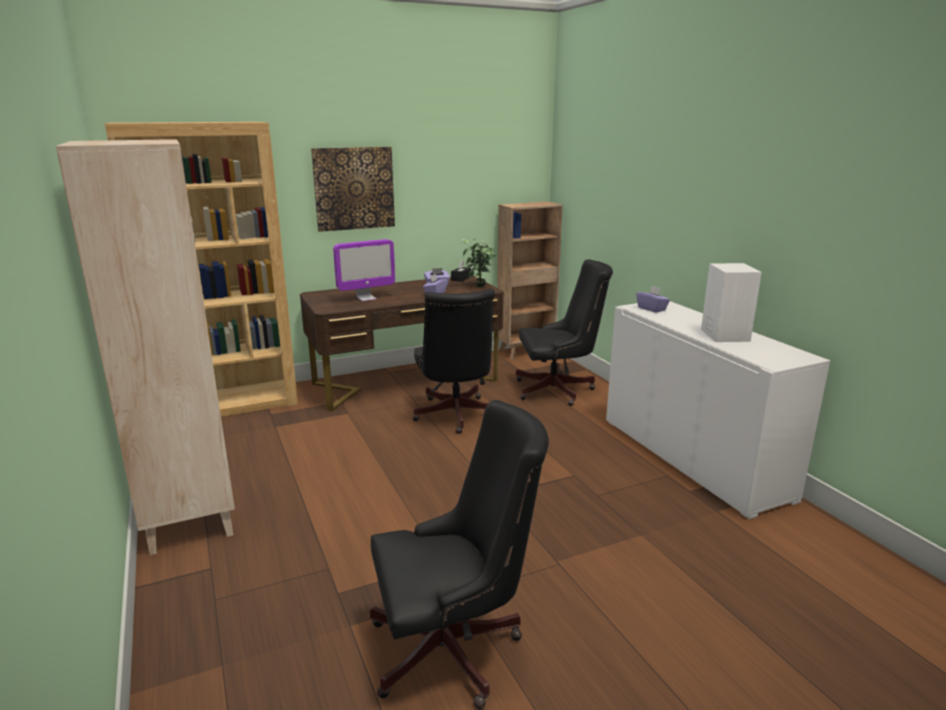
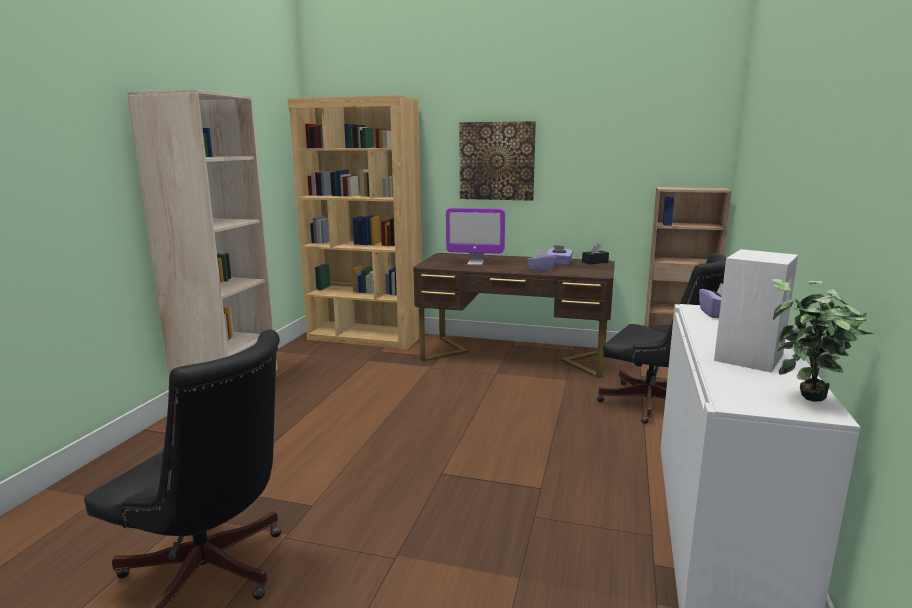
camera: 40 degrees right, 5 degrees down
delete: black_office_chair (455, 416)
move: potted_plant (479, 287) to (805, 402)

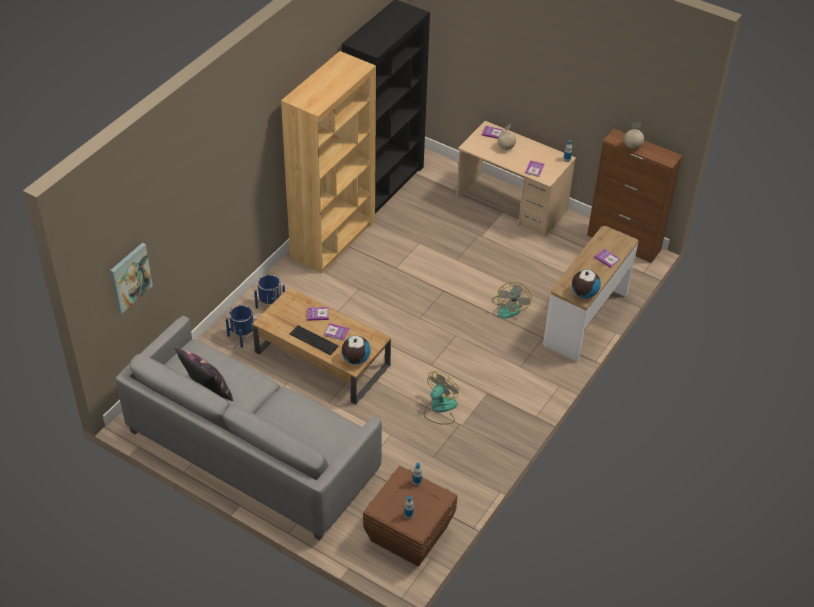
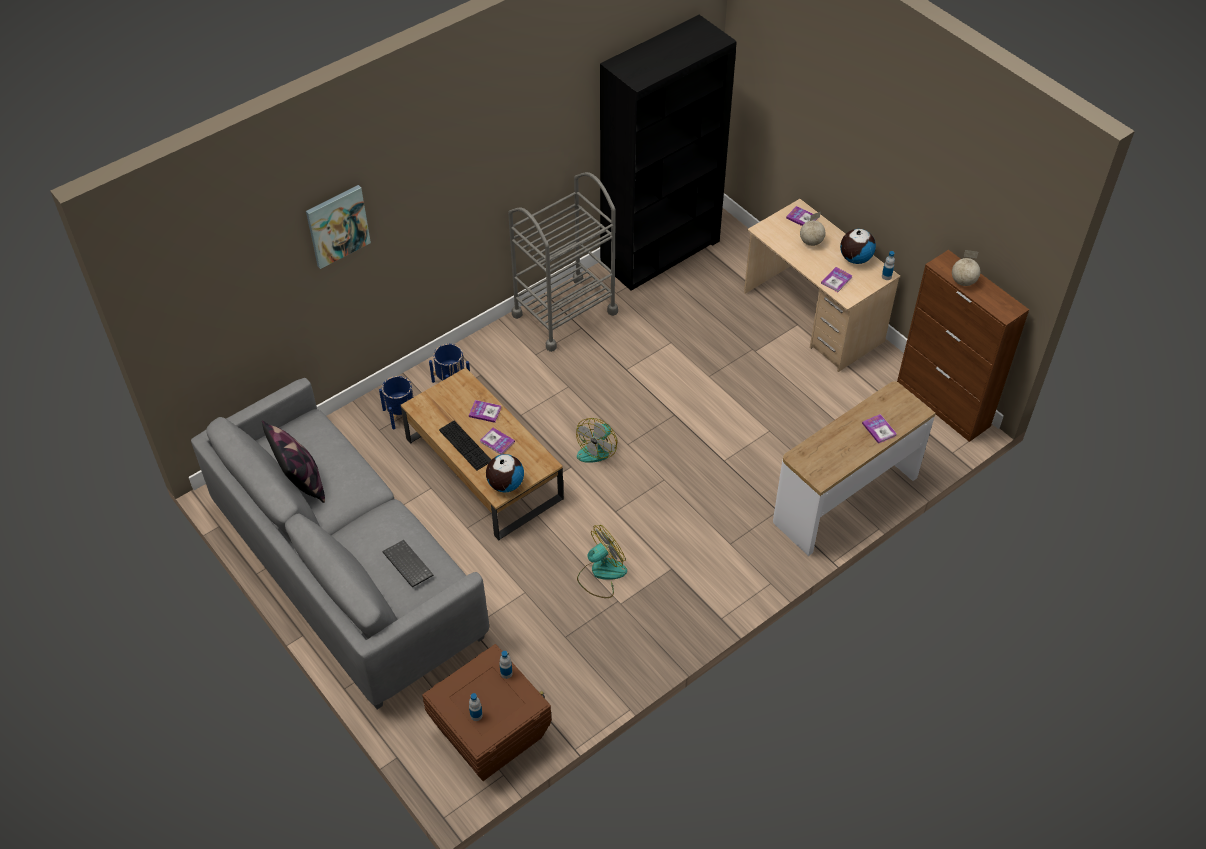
camera: 20 degrees right, 5 degrees up
insert: keyboard (406, 564)
move: picture (130, 277) to (337, 225); fan (510, 307) to (598, 448); globe (584, 293) to (855, 258)
replace: brown_bookcase (333, 239) to grey_cart (564, 313)

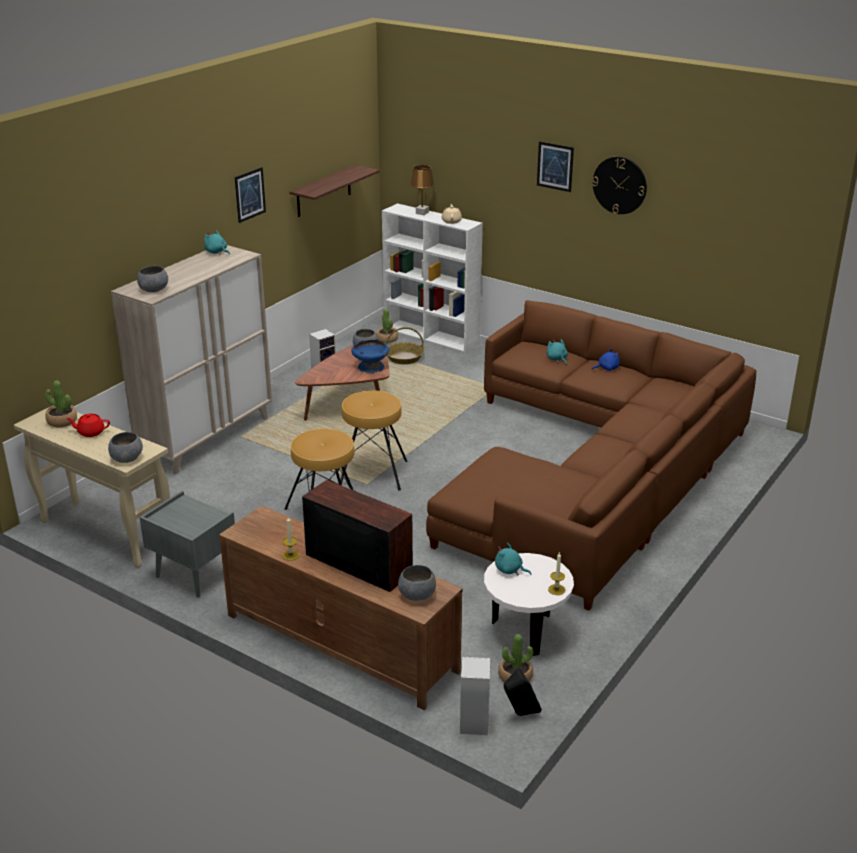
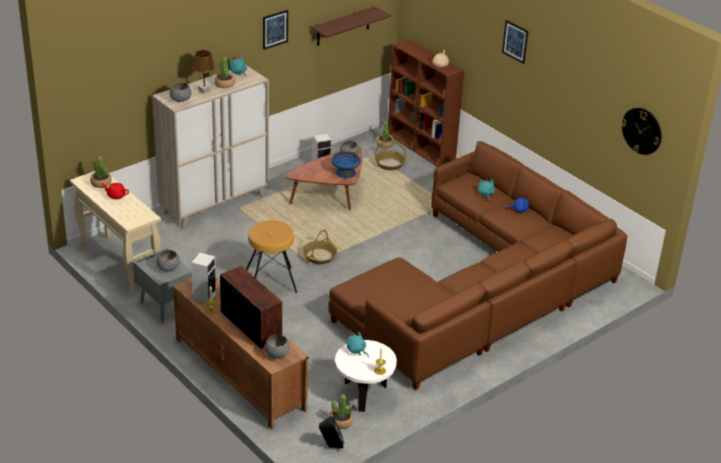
camera: 15 degrees right, 5 degrees up
insert: potted_plant (224, 84)
move: grey_bowl (126, 459) to (168, 268); brown_table_lamp (422, 213) to (204, 91); speaker (473, 722) to (204, 296); wall_clock (619, 185) to (642, 130)
replace: brown_stool (373, 473) to basket (319, 256)
recolor: white_bookcase (432, 336) to brown_bookcase (421, 148)

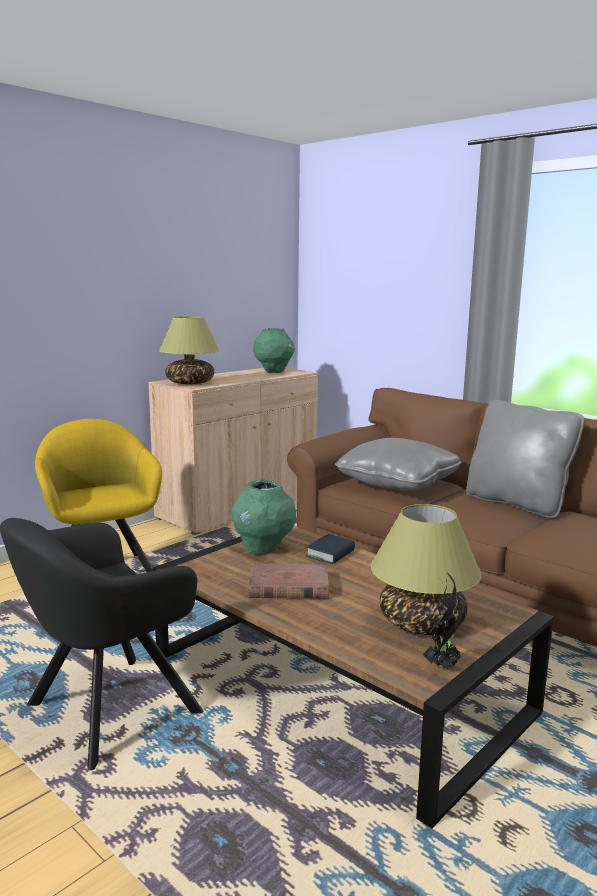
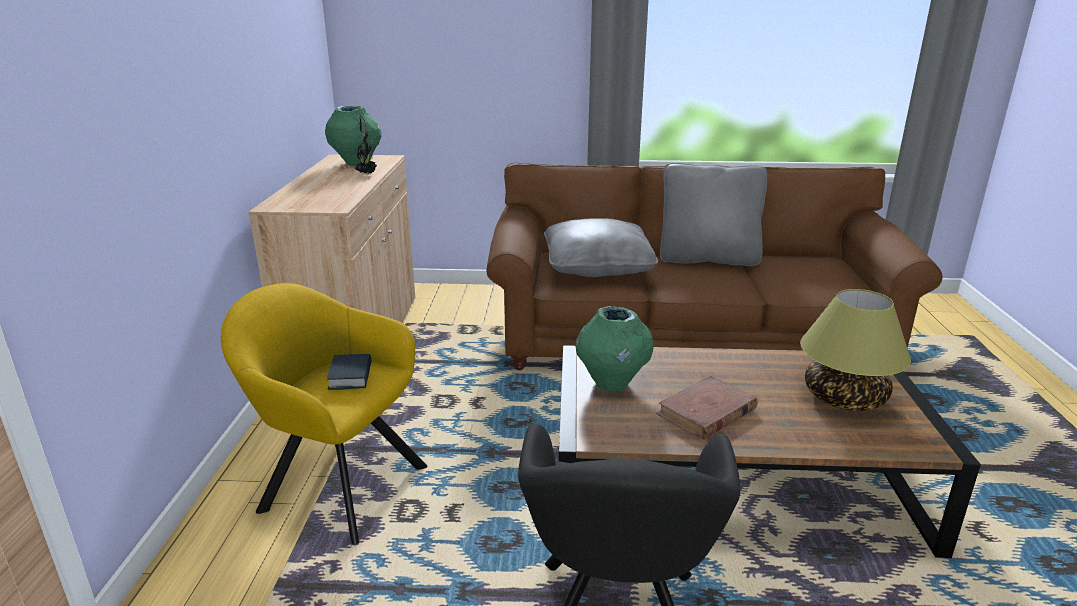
camera: 40 degrees left, 10 degrees up
delete: table_lamp (189, 383)
move: book (330, 554) to (351, 376); potted_plant (443, 666) to (367, 175)

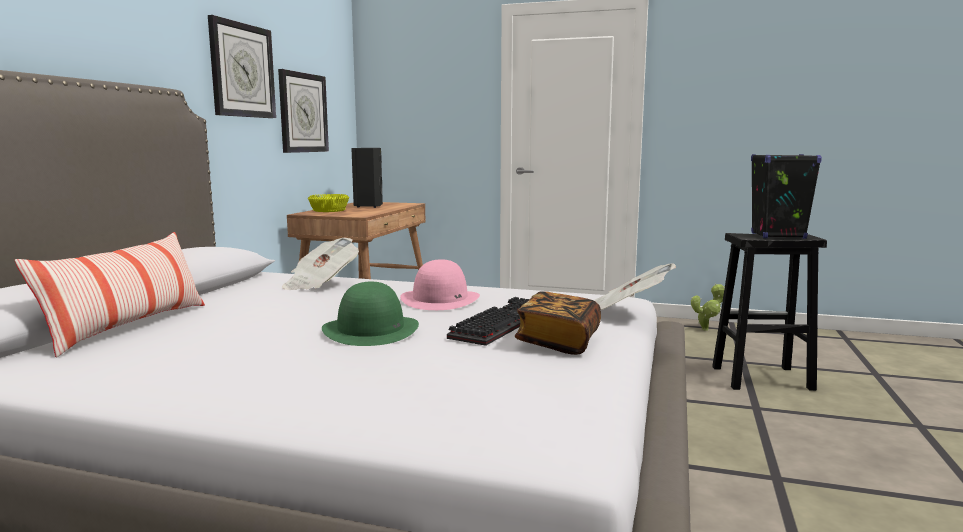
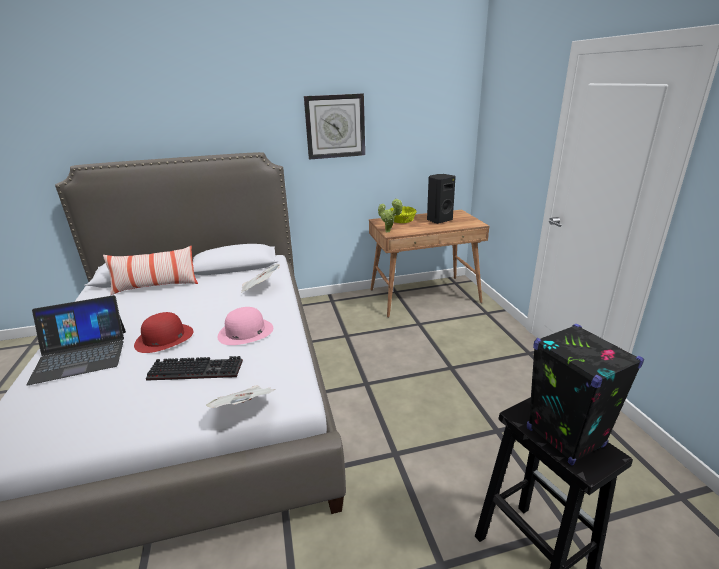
camera: 60 degrees right, 15 degrees up
delete: wall_clock (303, 113); book (558, 341)
insert: laptop (81, 355)
move: potted_plant (707, 329) to (389, 231)
recolor: green_hat (371, 330) to red_hat (164, 338)

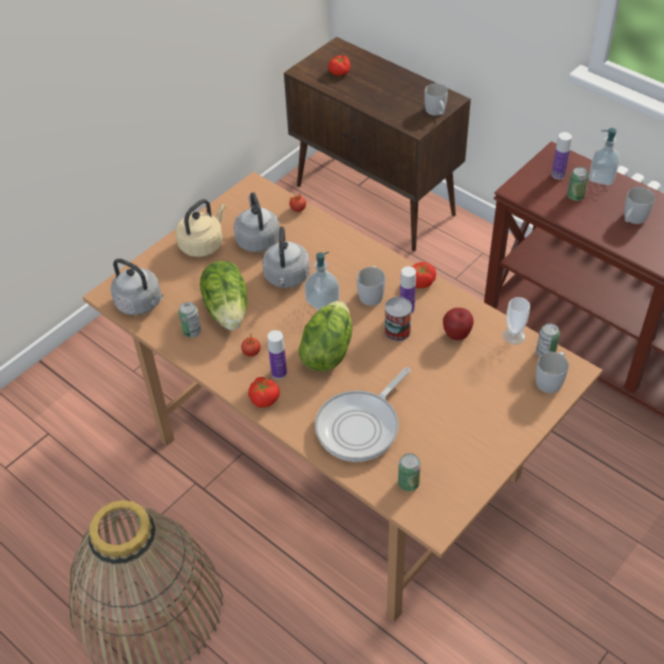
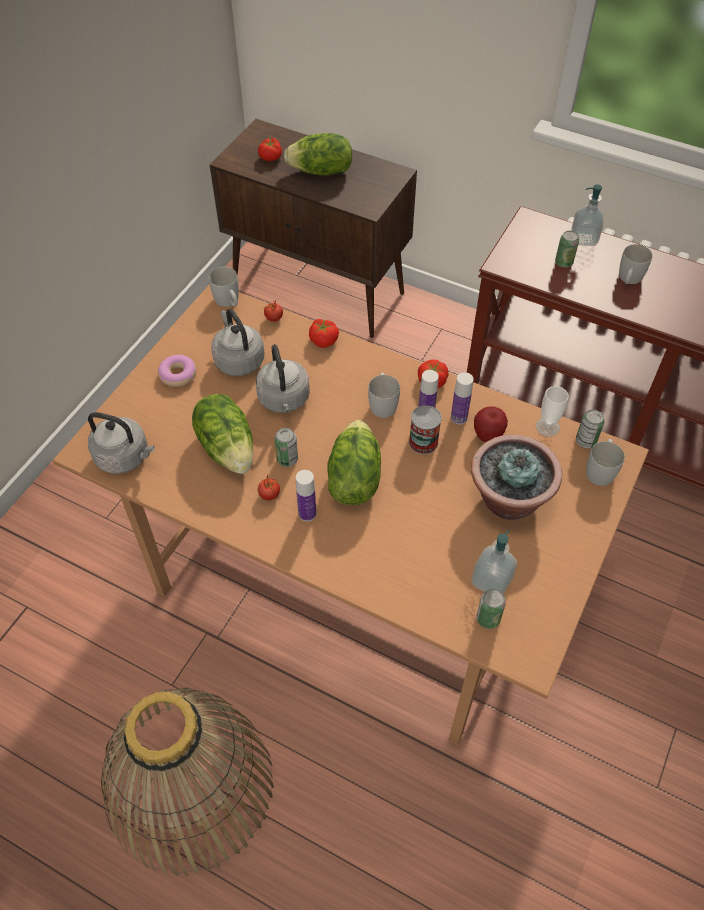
camera: 15 degrees left, 5 degrees up
delete: frying_pan (361, 426)
insert: lettuce (321, 172); potted_plant (508, 500)
move: can (192, 331) to (287, 459); tomato (264, 398) to (324, 340); soap_dispenser (322, 301) to (491, 581); white_mug (436, 112) to (229, 302); bottle (558, 175) to (459, 418)
replace: beige_kettle (203, 244) to donut (178, 375)

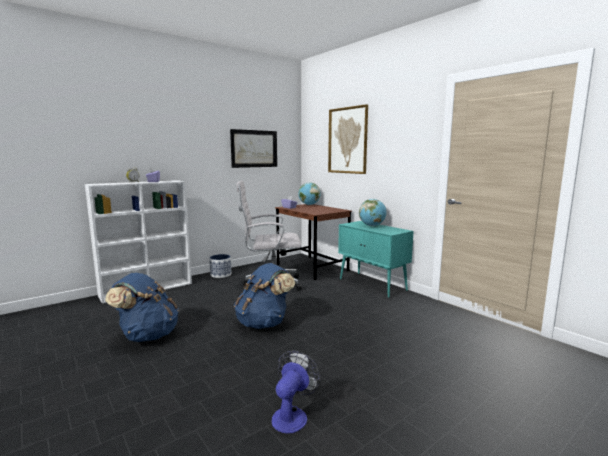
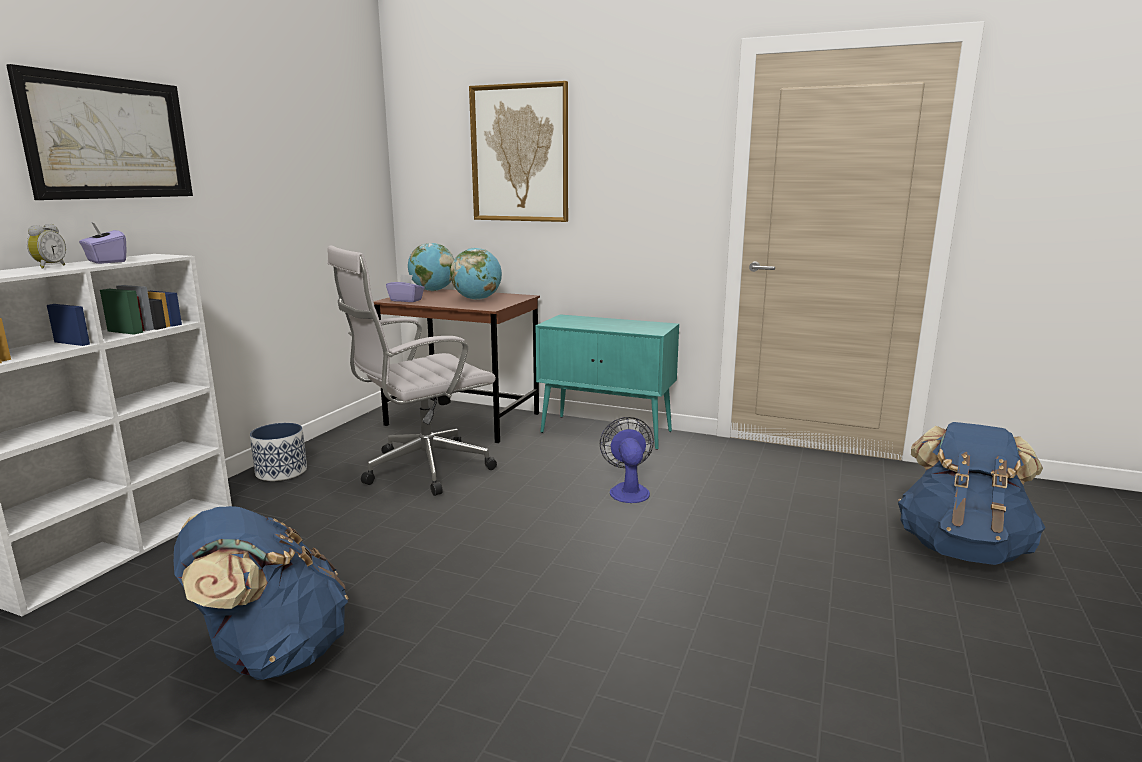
camera: 30 degrees left, 5 degrees up
move: picture (254, 148) to (109, 138); blue_backpack (264, 323) to (961, 549); fan (292, 415) to (628, 490); globe (372, 226) to (477, 299)

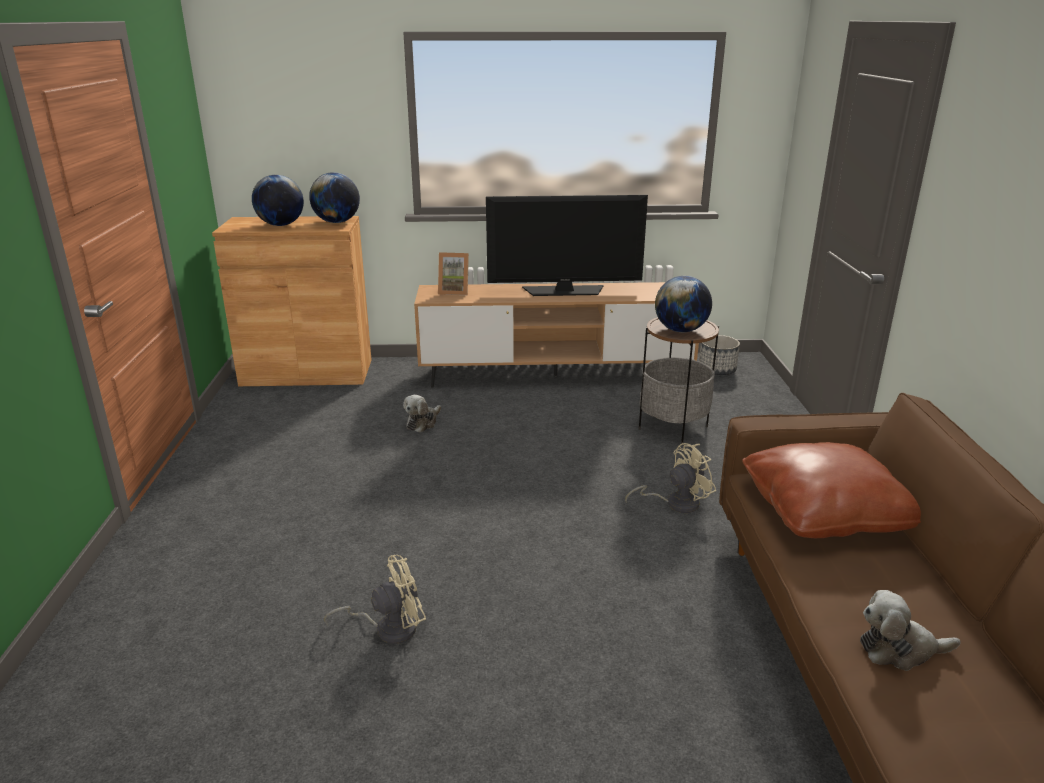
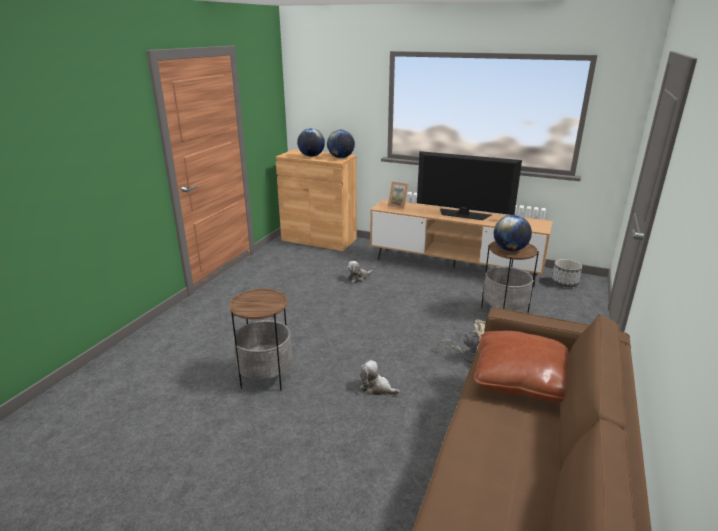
camera: 25 degrees right, 0 degrees up
move: plush_toy (899, 649) to (376, 388)
replace: beige_fan (388, 628) to side_table (265, 377)

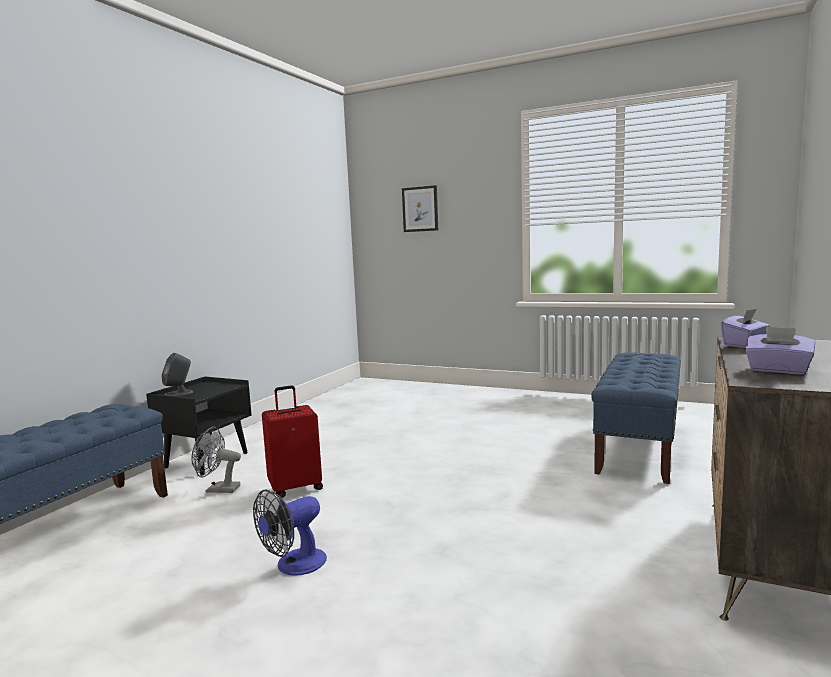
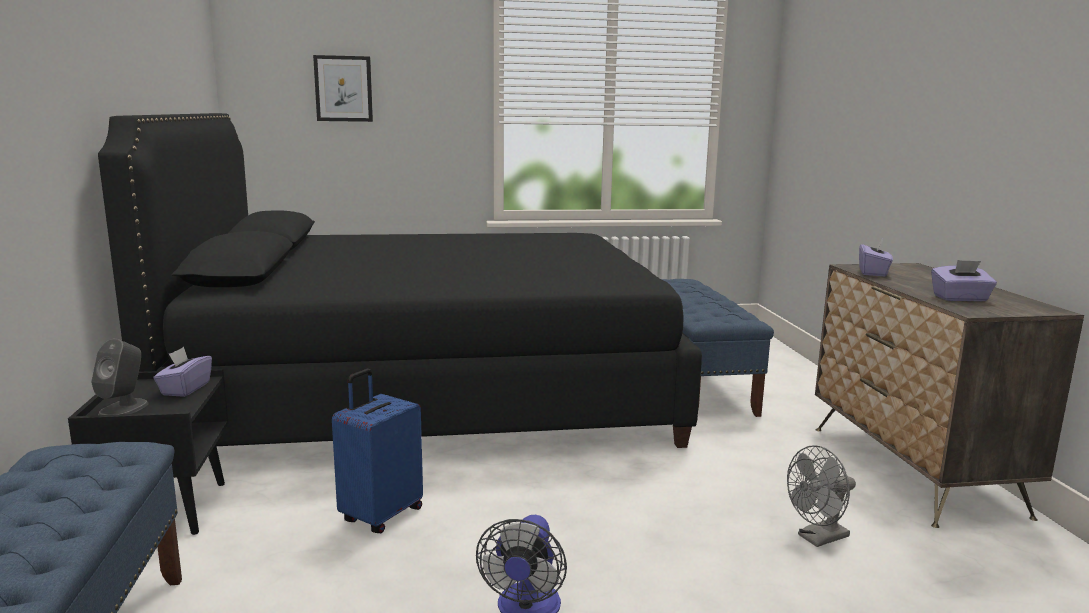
camera: 35 degrees left, 5 degrees up
insert: black_bed (430, 393); purple_tissue_box (185, 389)
move: grey_fan (218, 489) to (818, 538)
recolor: red_suitcase (295, 488) to blue_suitcase (380, 515)

